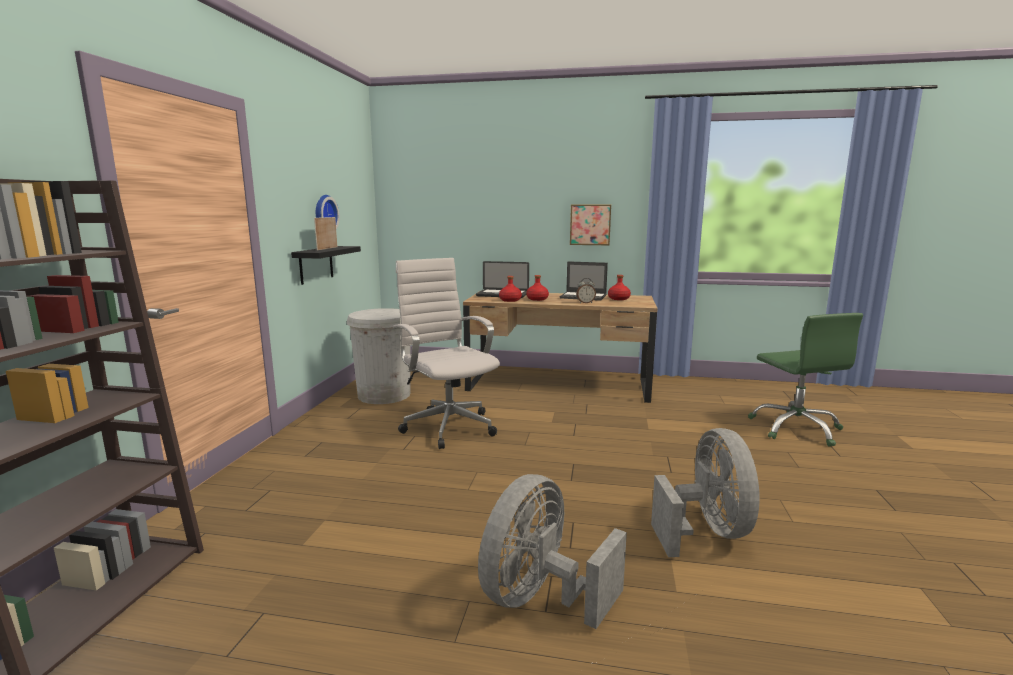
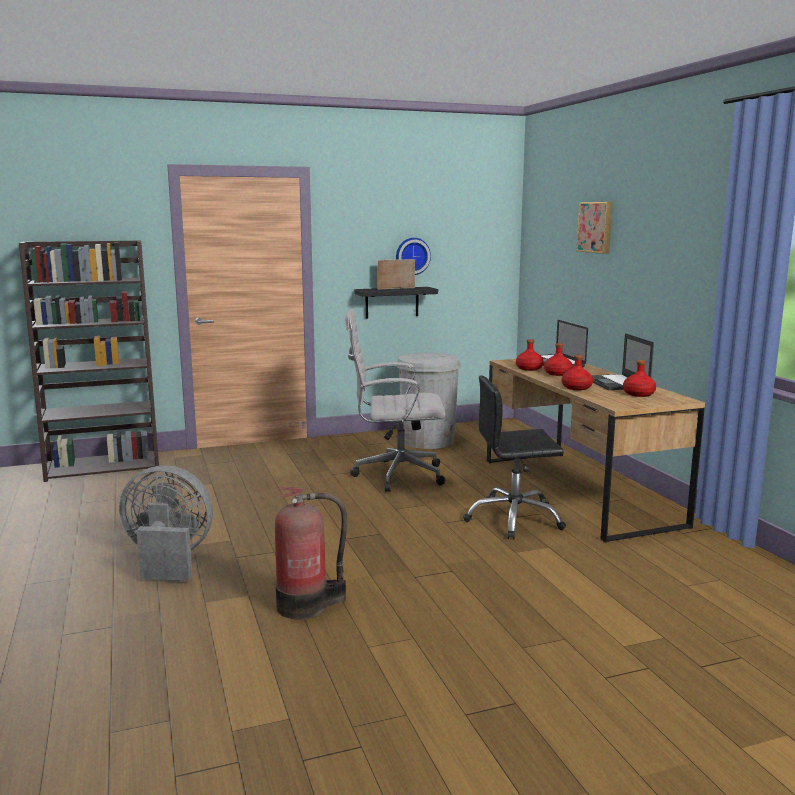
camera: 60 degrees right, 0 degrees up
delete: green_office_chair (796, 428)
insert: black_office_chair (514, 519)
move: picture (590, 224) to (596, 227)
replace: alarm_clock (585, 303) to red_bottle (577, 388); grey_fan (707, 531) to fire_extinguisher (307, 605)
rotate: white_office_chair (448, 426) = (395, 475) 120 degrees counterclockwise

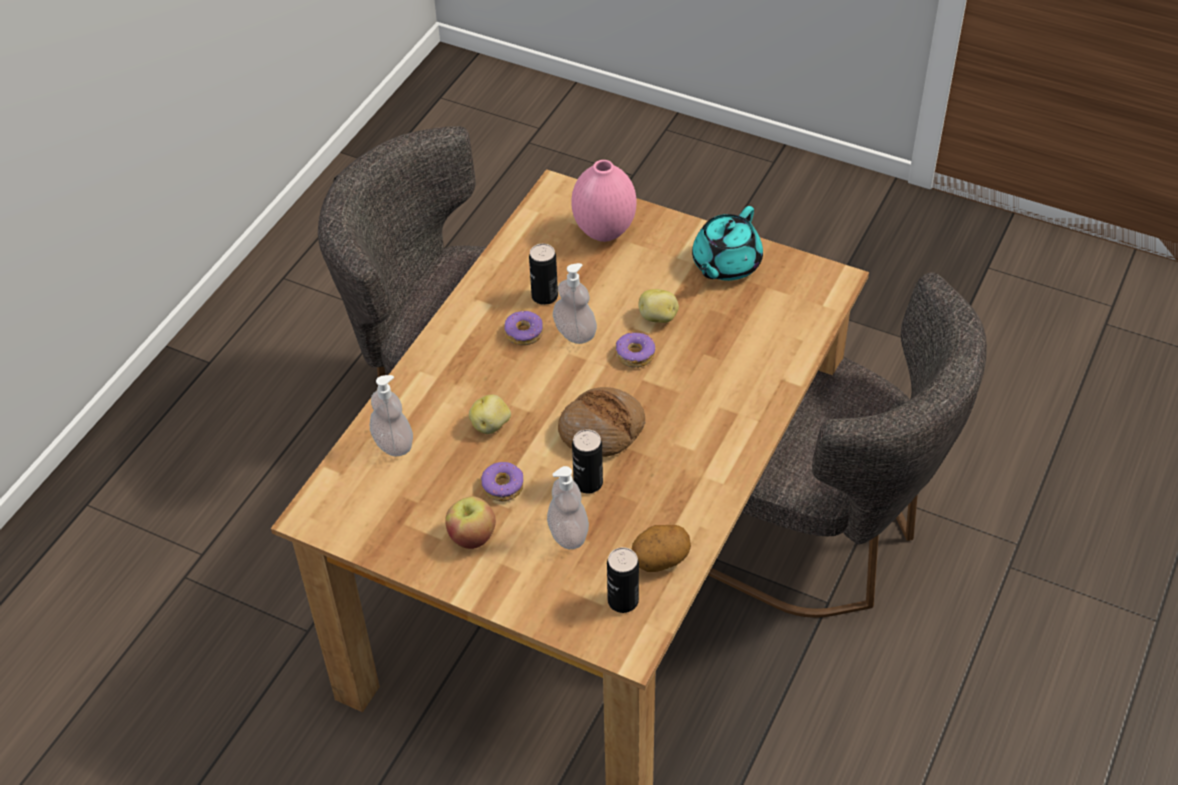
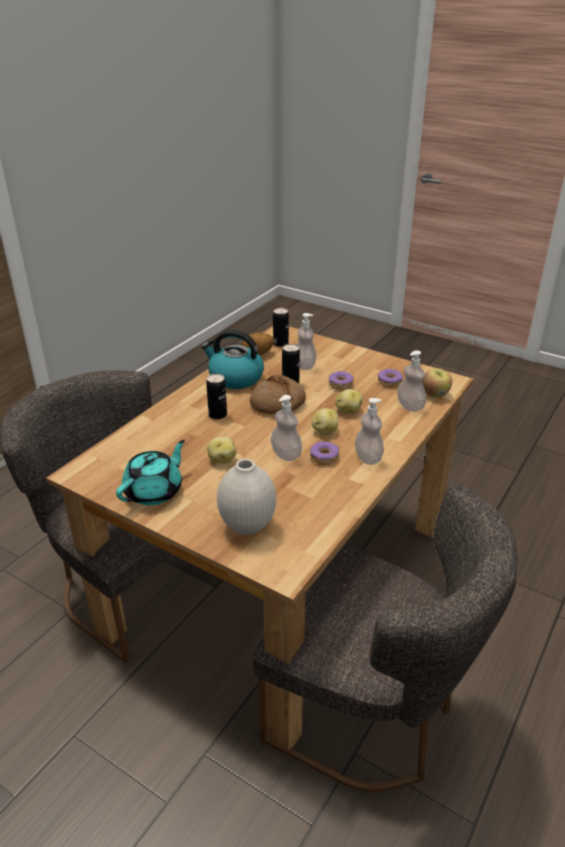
camera: 175 degrees left, 15 degrees down
insert: kettle (235, 378); potato (324, 430); soap_dispenser (368, 458)
move: apple (471, 536) to (435, 394); can (544, 296) to (217, 415); donut (634, 355) to (390, 382)
recolor: pink_vase (603, 232) to white_vase (248, 526)

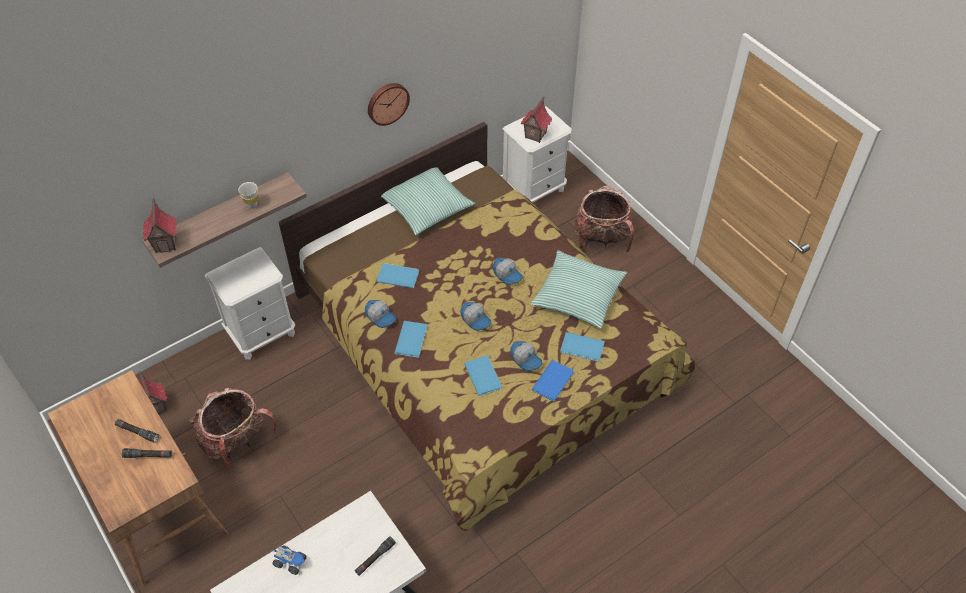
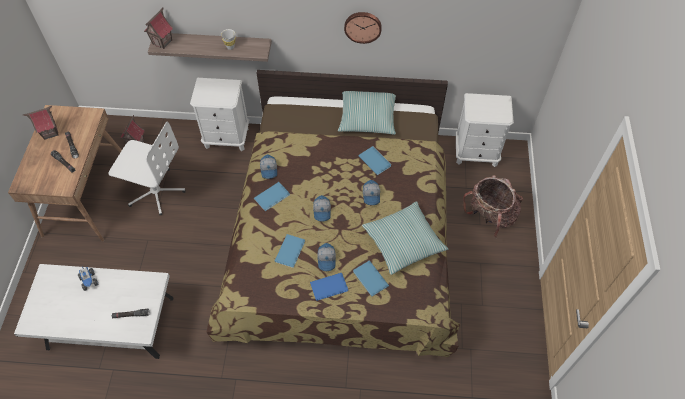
camera: 40 degrees right, 5 degrees up
move: blue_book (397, 275) to (375, 160); toy_house (535, 135) to (50, 132)
replace: backpack (236, 441) to white_office_chair (156, 191)

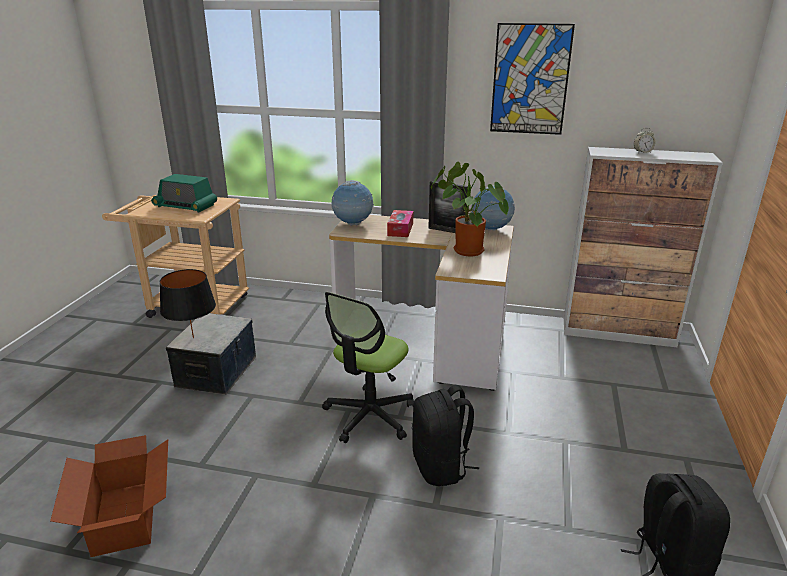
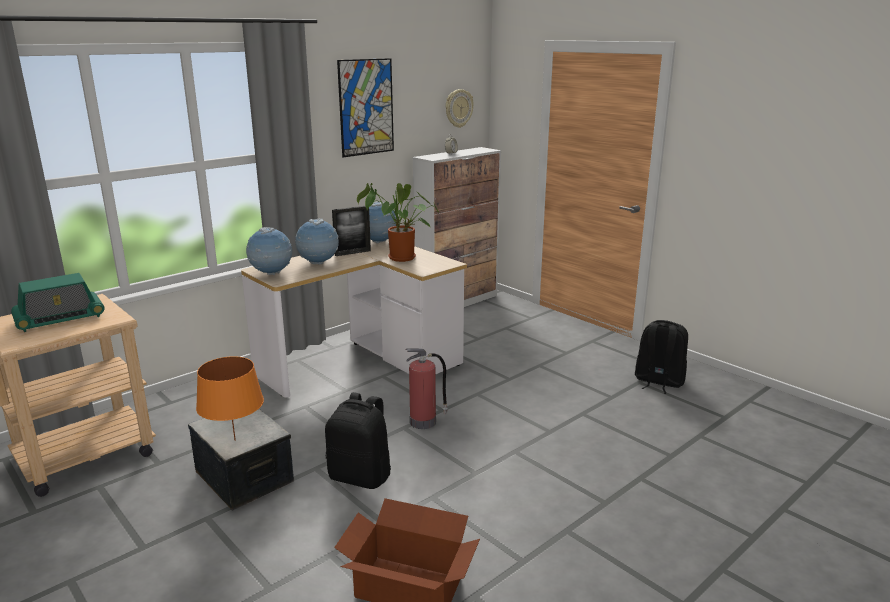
camera: 55 degrees left, 5 degrees down
insert: wall_clock (458, 108)
move: black_backpack (441, 467) to (361, 476)
replace: office_chair (369, 416) to fire_extinguisher (424, 421); tissue_box (400, 229) to globe (318, 263)
recolor: black_table_lamp (193, 338) to orange_table_lamp (235, 440)

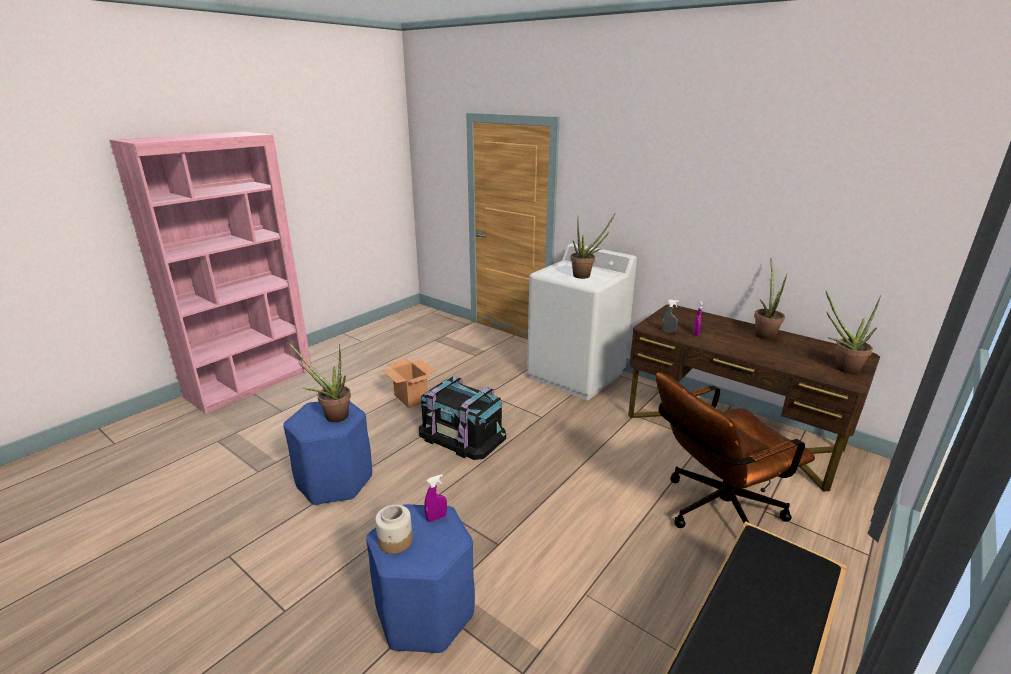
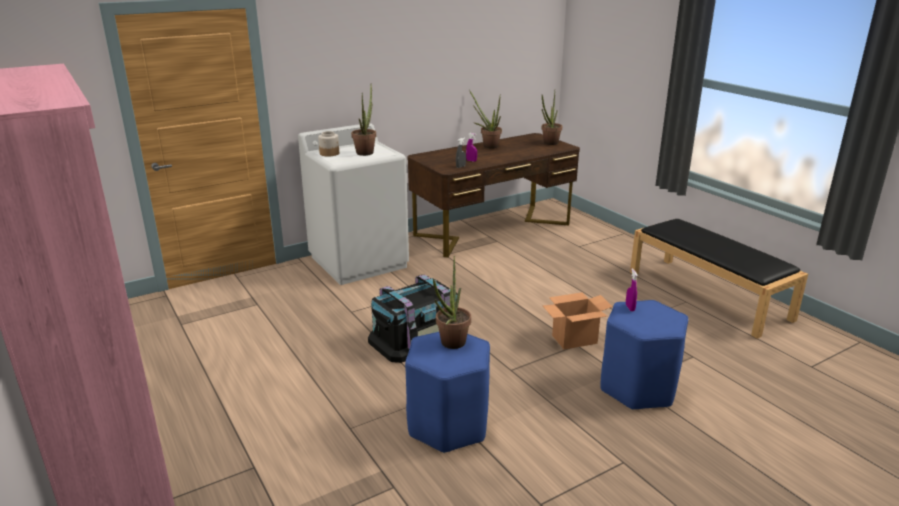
camera: 70 degrees left, 0 degrees up
delete: brown_office_chair (713, 512)
move: jar (395, 541) to (329, 153); cardboard_box (410, 398) to (574, 340)

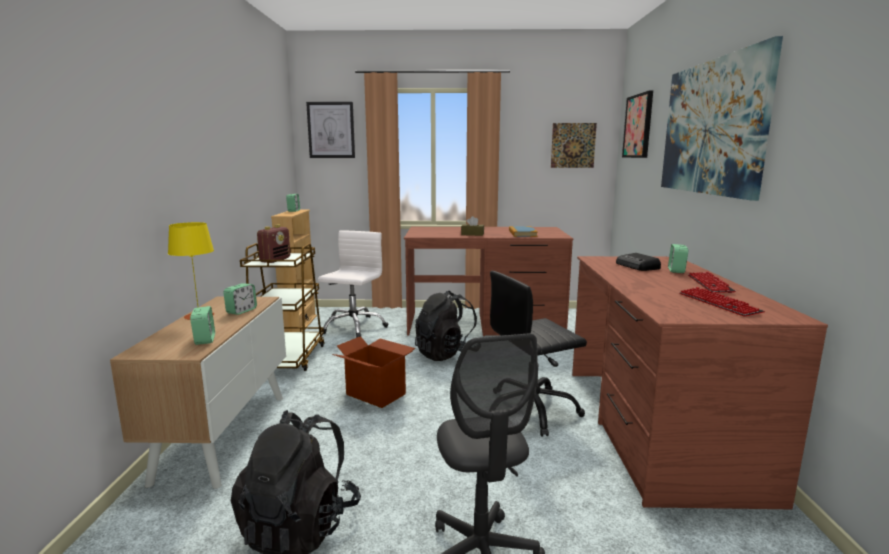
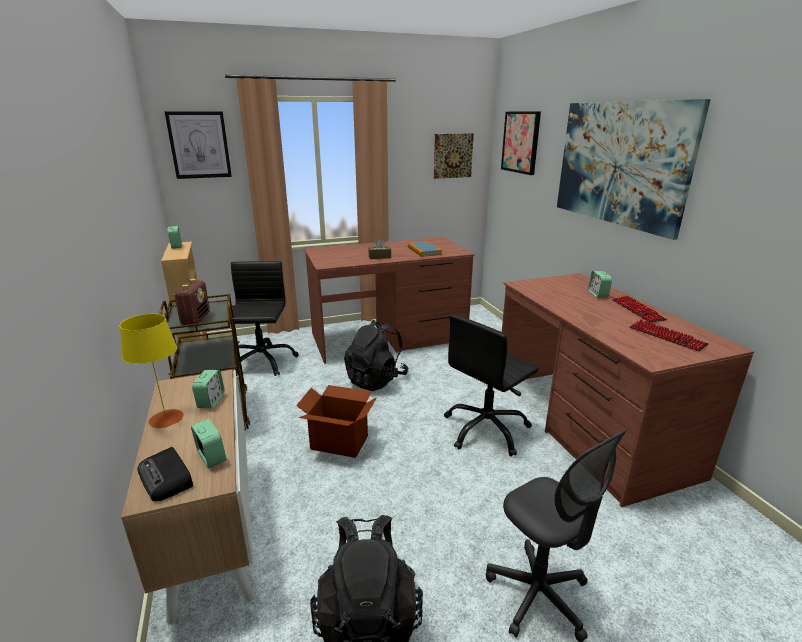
camera: 20 degrees left, 10 degrees up
move: radio (637, 266) to (166, 479)
recolor: white_office_chair (353, 327) to black_office_chair (262, 361)

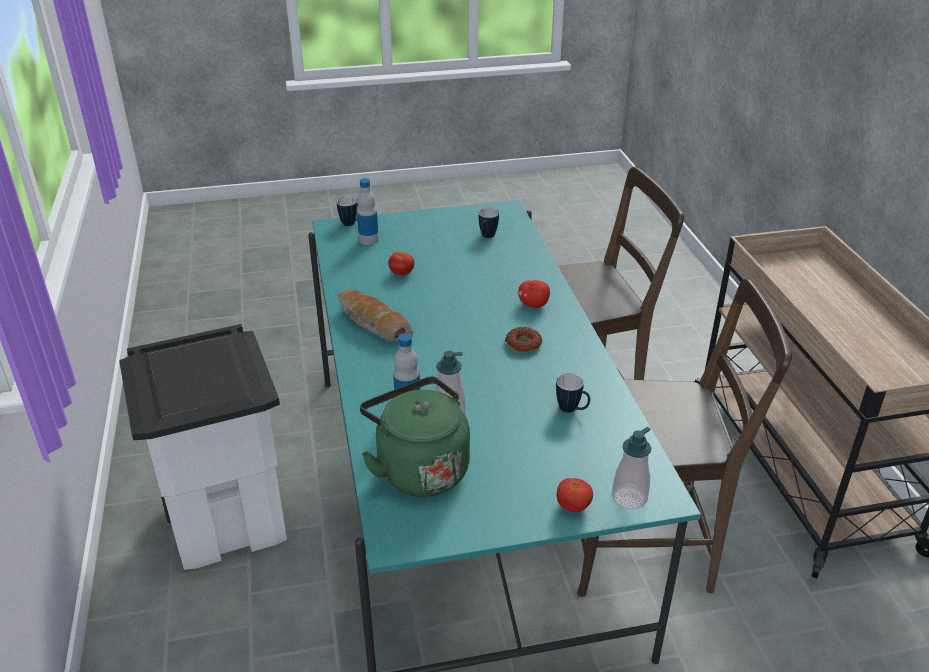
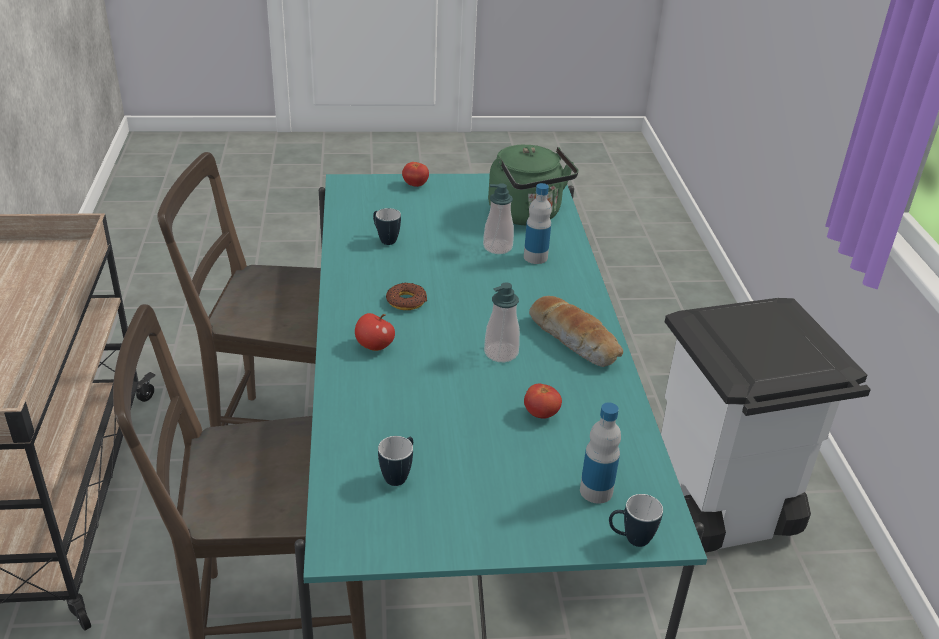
camera: 175 degrees left, 0 degrees up
move: soap_dispenser (629, 497) to (501, 353)

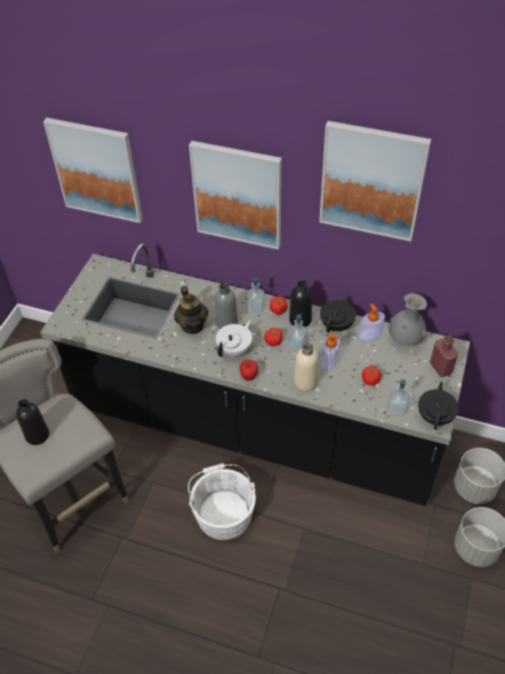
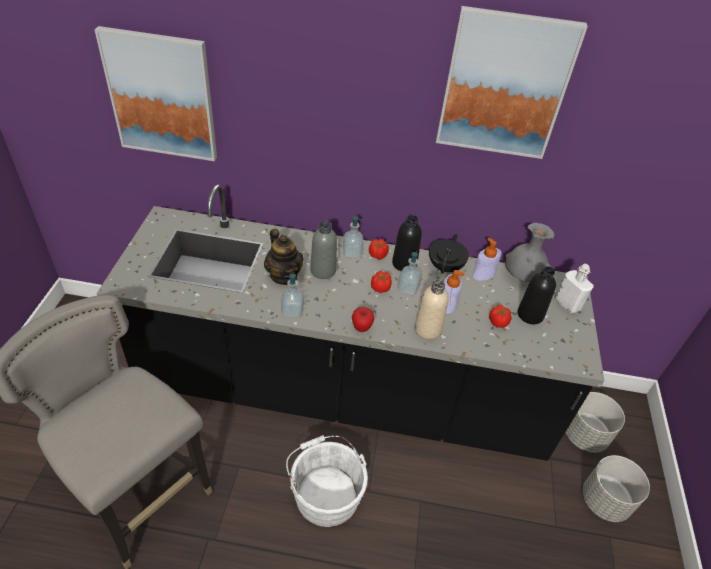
camera: 15 degrees left, 5 degrees down
delete: picture (238, 194); white_teapot (235, 349); black_teapot (435, 416)
move: black_bottle (37, 435) to (530, 315); soap_dispenser (397, 408) to (292, 311)
recolor: red_bottle (440, 368) to white_bottle (567, 304)

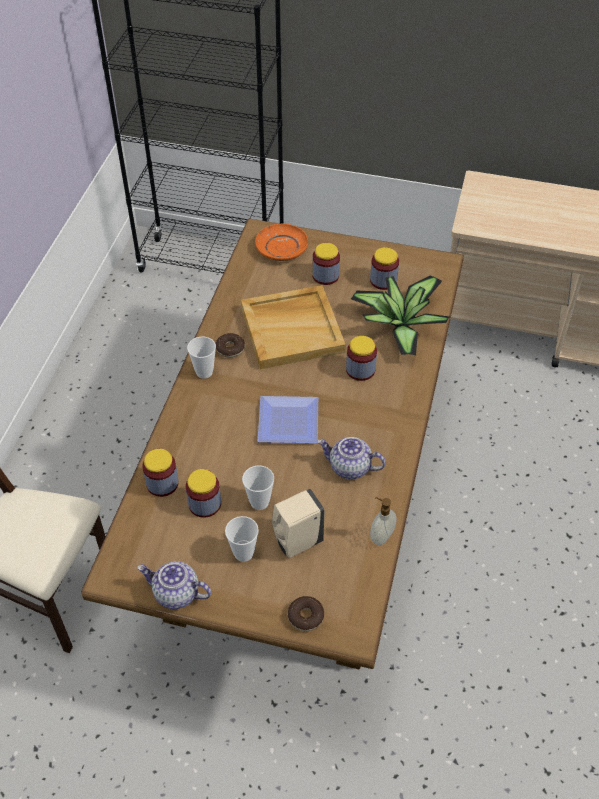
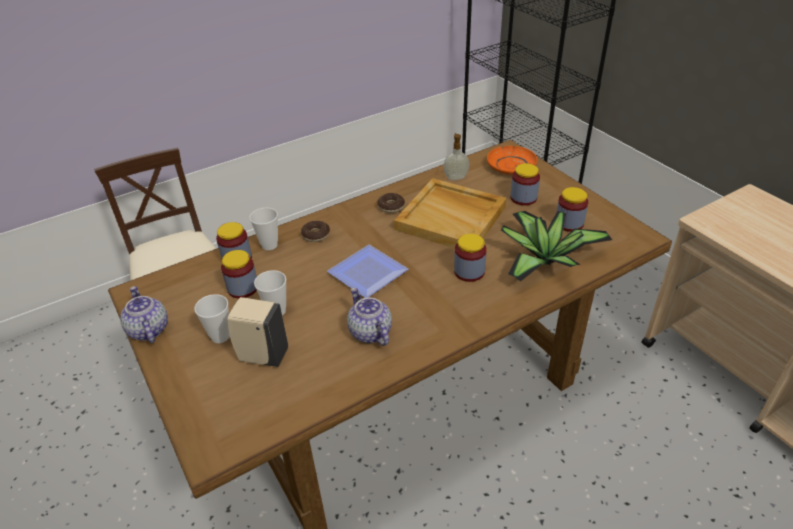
camera: 45 degrees right, 10 degrees down
move: cup (204, 372) to (269, 245); donut (306, 616) to (316, 235); soap_dispenser (381, 536) to (455, 177)

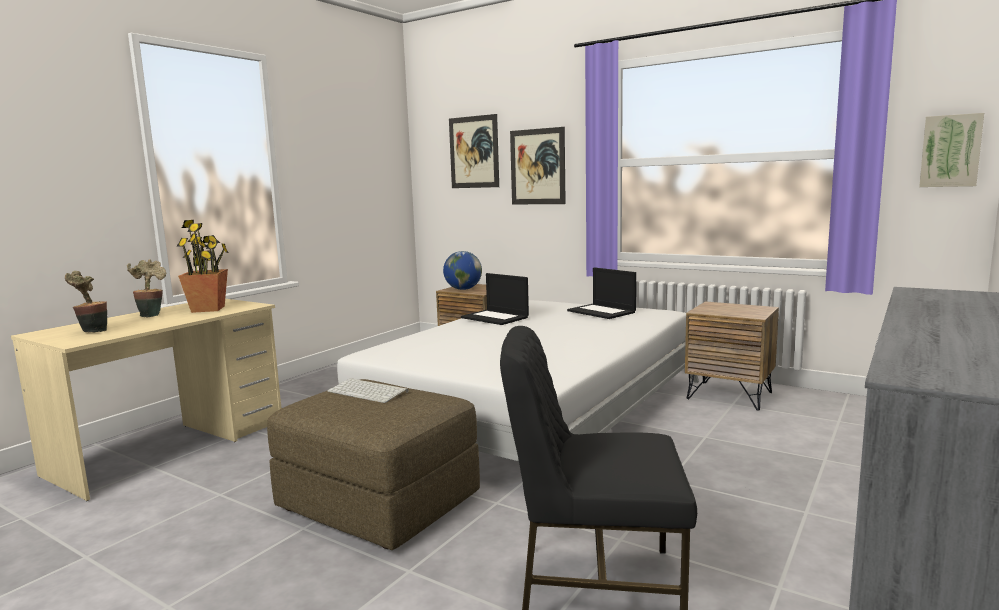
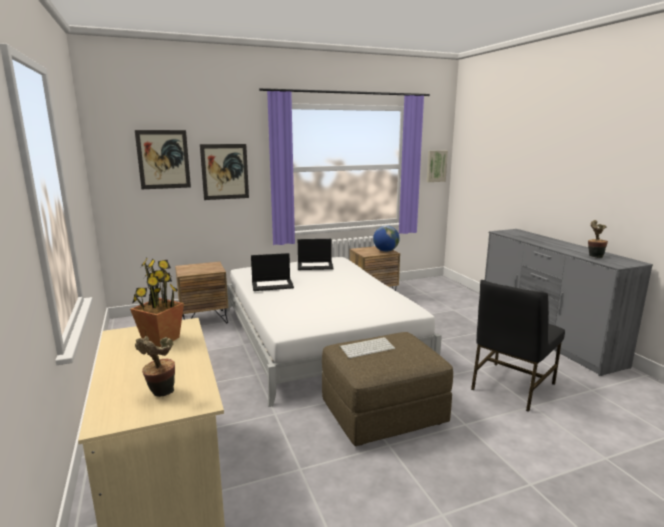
camera: 55 degrees left, 5 degrees up
move: potted_plant (151, 315) to (594, 256); globe (463, 289) to (385, 251)

